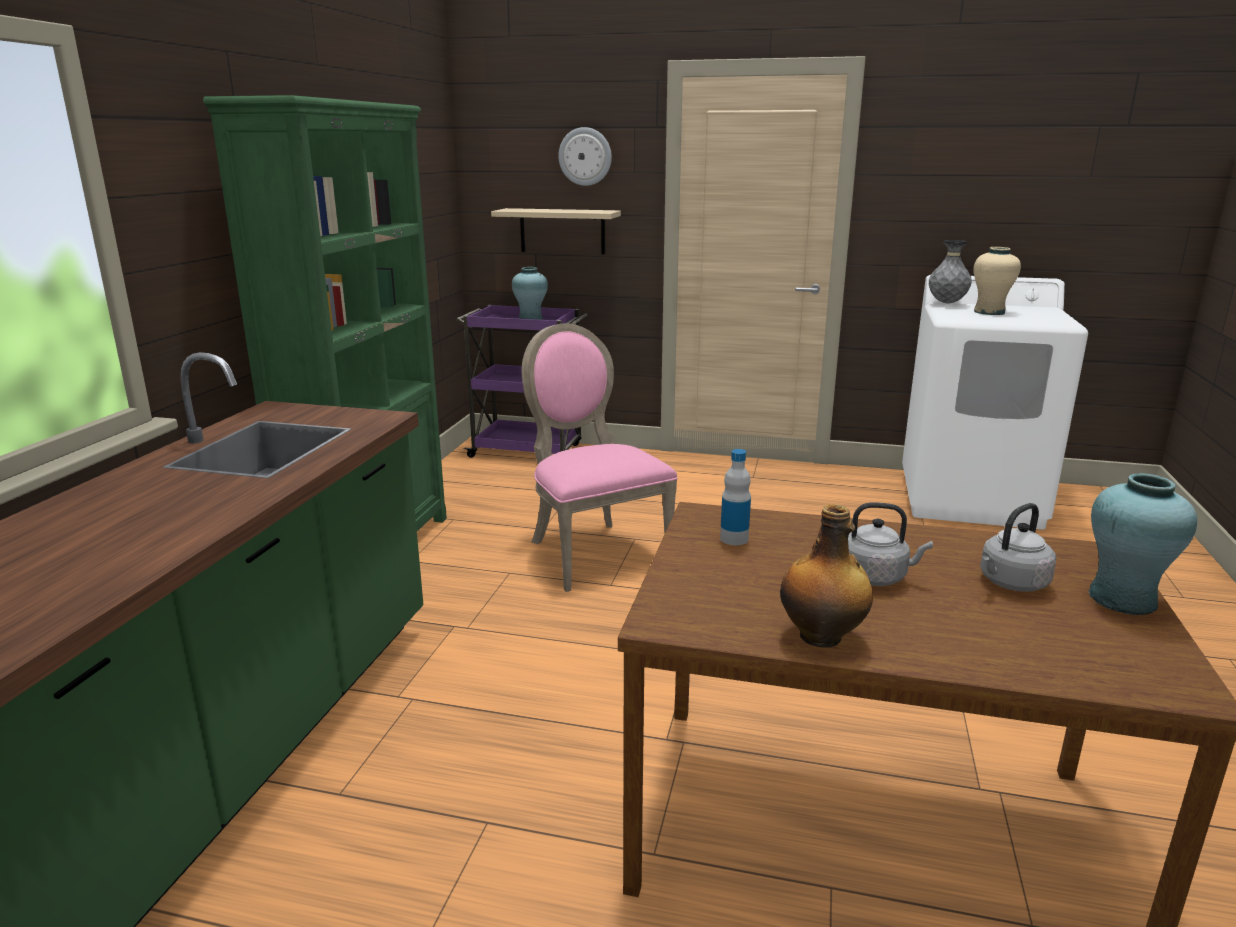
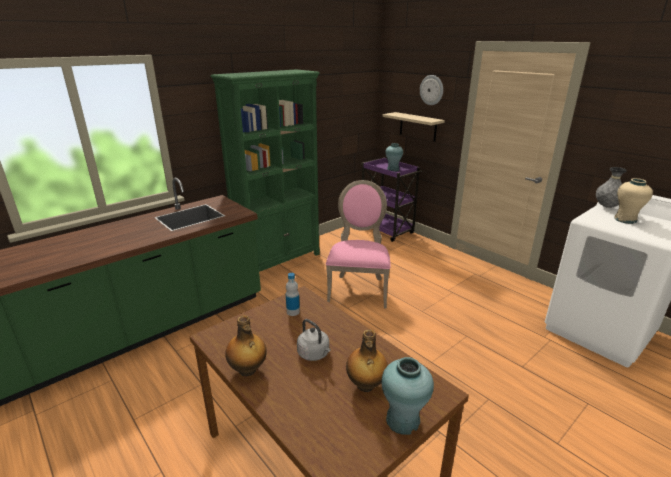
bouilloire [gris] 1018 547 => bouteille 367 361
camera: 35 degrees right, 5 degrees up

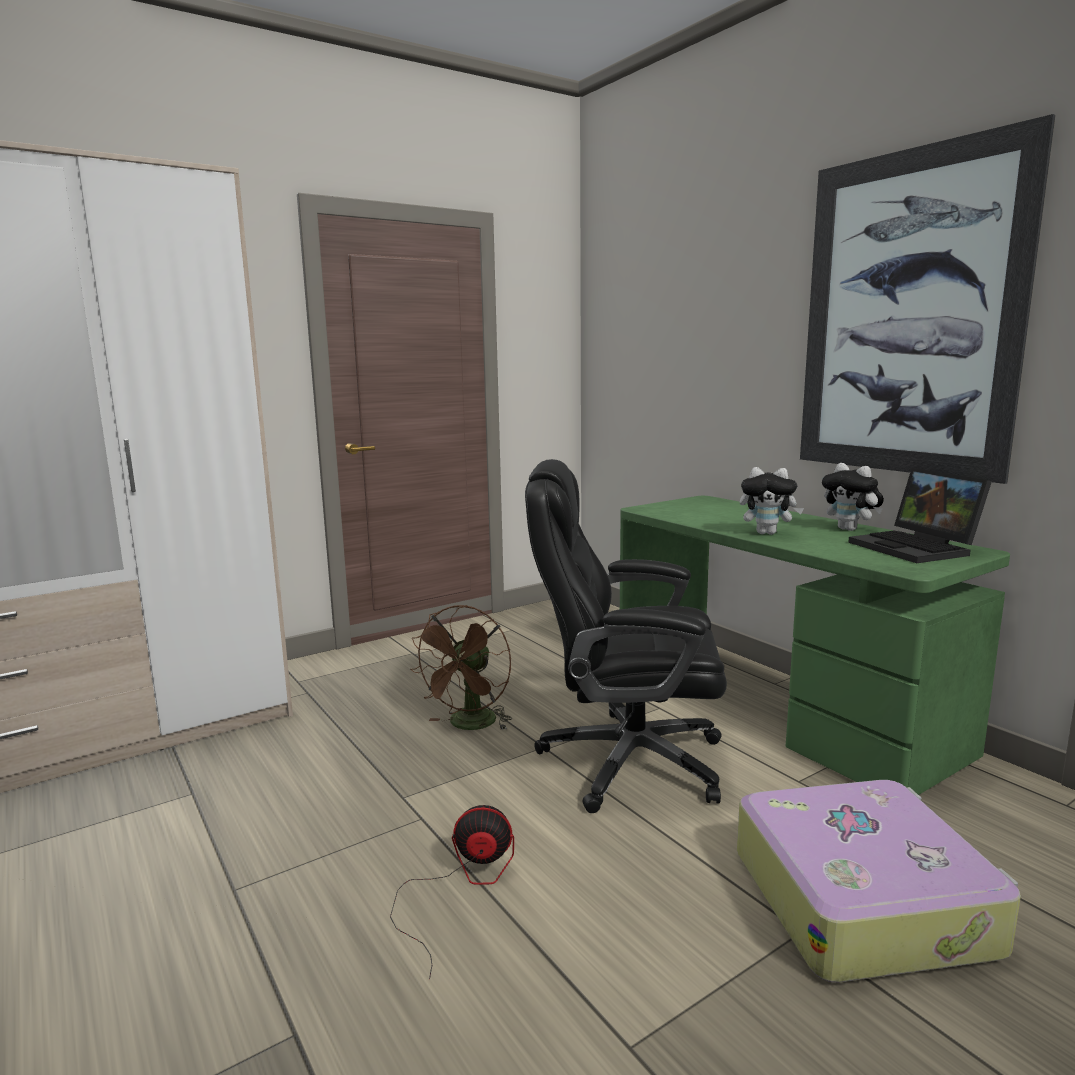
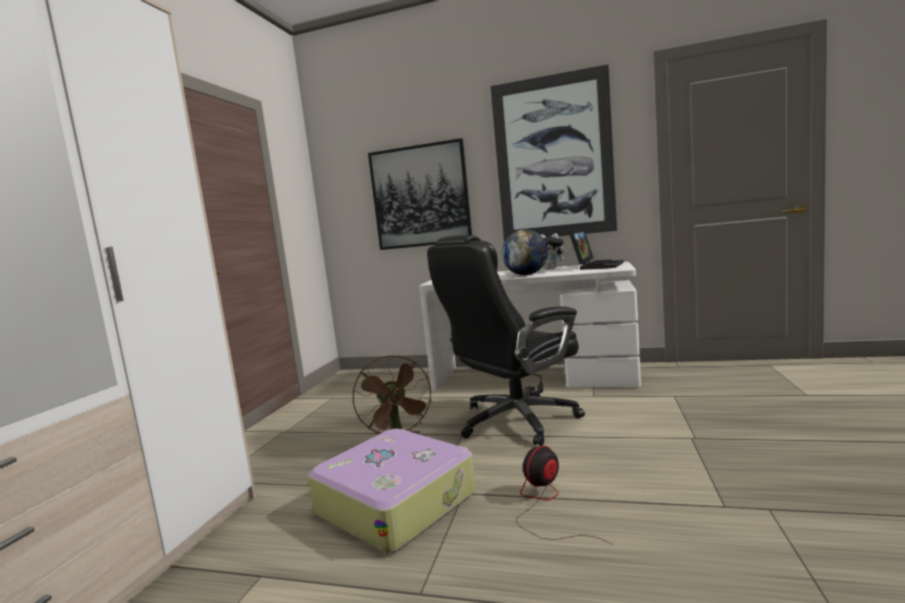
bureau [vert] 815 645 => bureau [blanc] 530 326
valise 879 881 => valise 392 491, relocated
peluche 772 501 => globe 525 252
ordinateur portable 920 515 => ordinateur portable 596 250, 90 degrees counterclockwise
nothing => tableau 420 194
camera: 40 degrees left, 5 degrees down

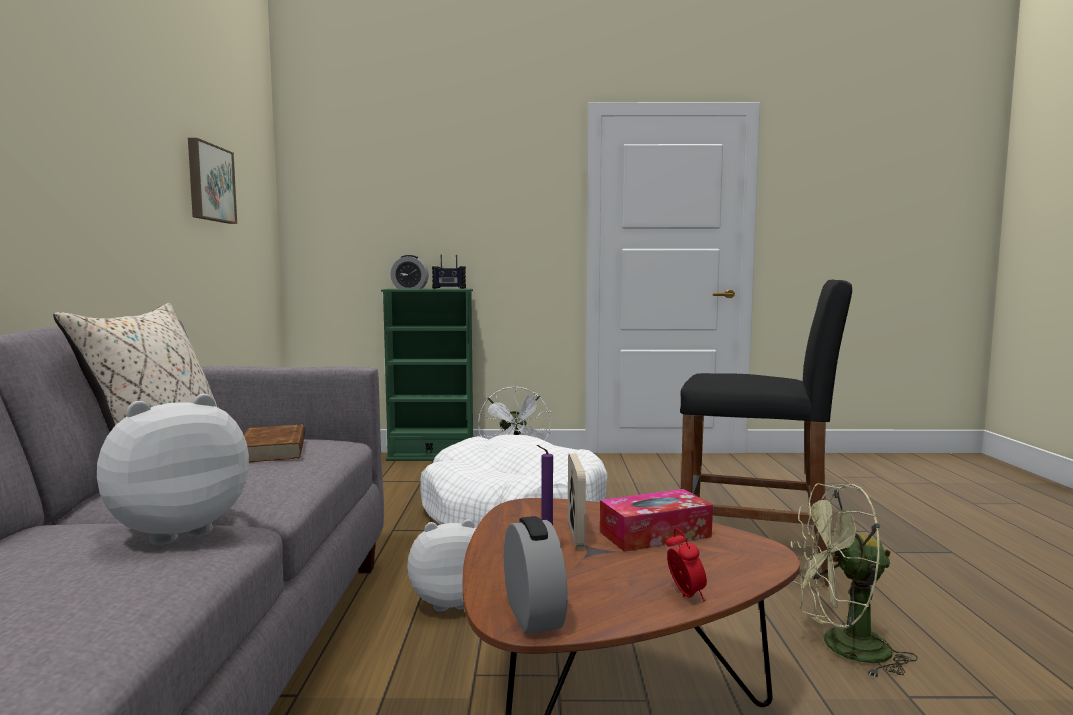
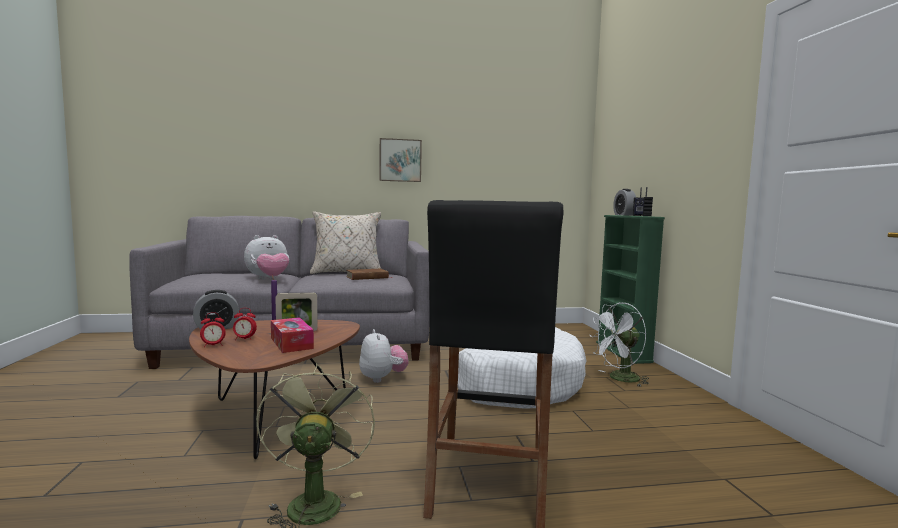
peluche 173 469 => peluche 266 257, 105 degrees clockwise
tableau 212 181 => tableau 400 160, relocated
nothing => réveil 245 324
camera: 80 degrees right, 0 degrees up

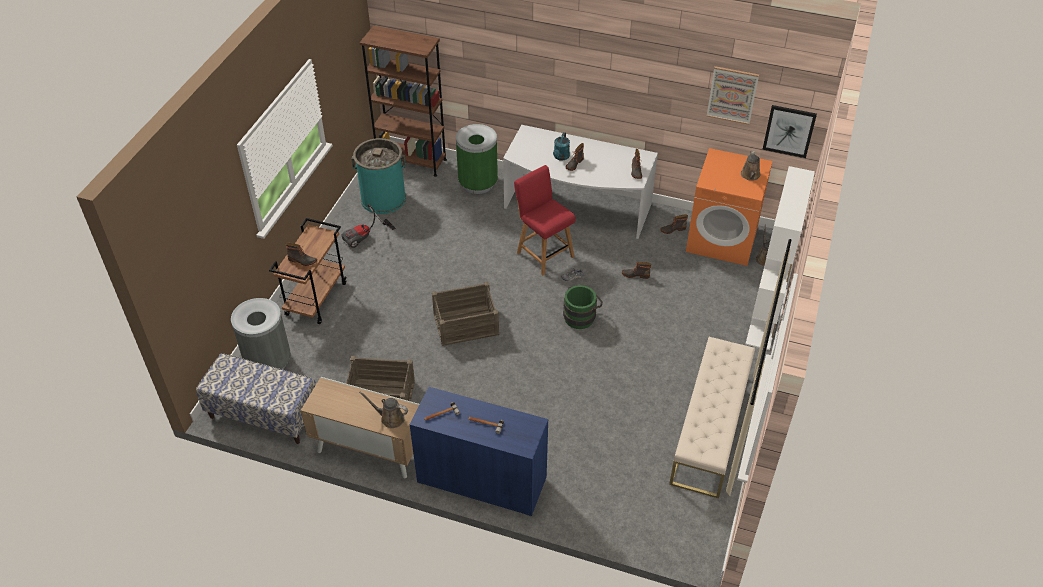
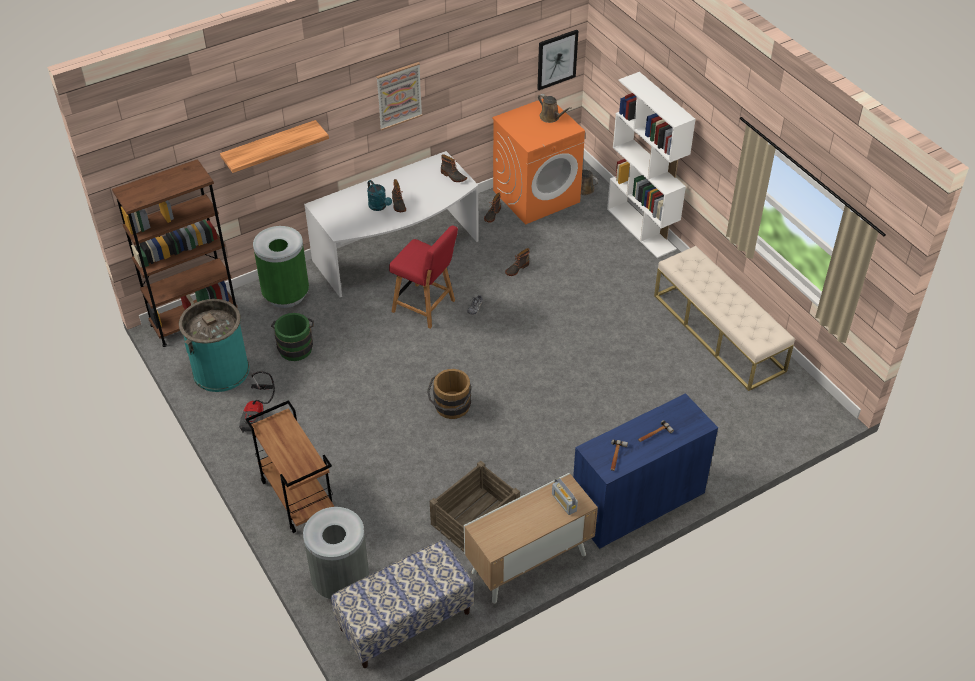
botte 301 254 => nothing
arrosoir [marron] 383 409 => radio 565 496
caisse 465 314 => seau [marron] 449 394
chaise [rouge] 544 220 => chaise [rouge] 423 277, 150 degrees counterclockwise
seau [vert] 583 307 => seau [vert] 292 337, relocated
tableau 733 95 => tableau 399 96, relocated
nothing => étagère 274 146
camera: 50 degrees left, 0 degrees up

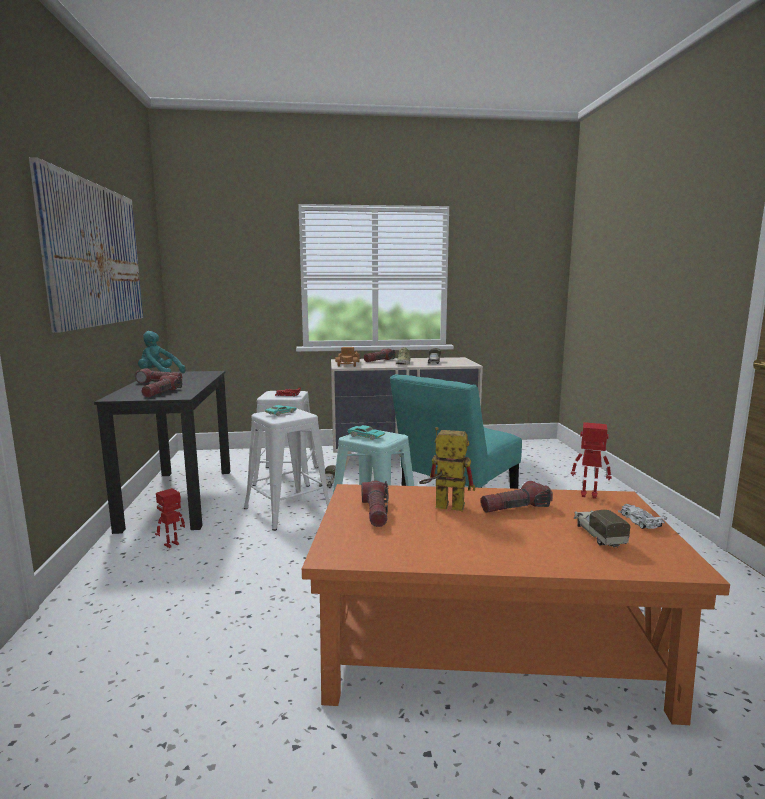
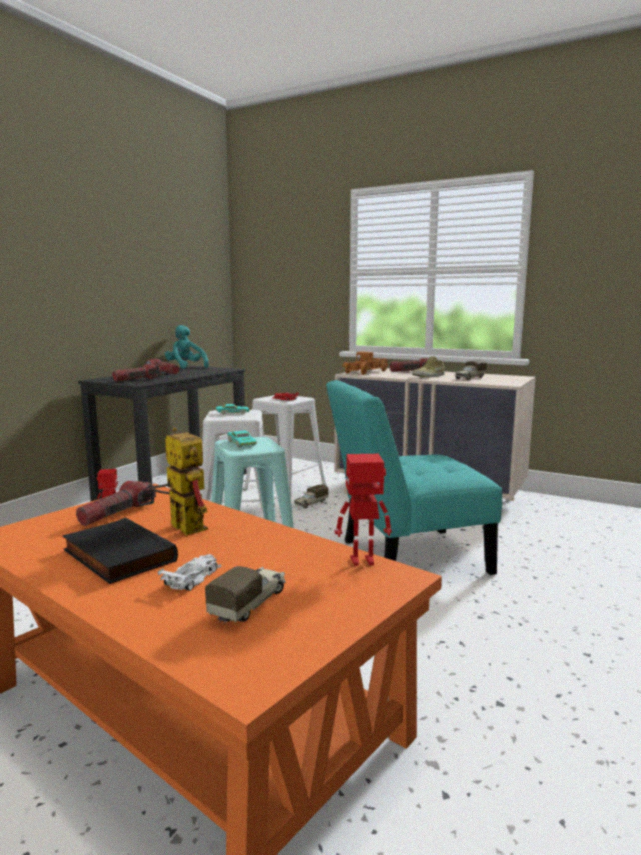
tableau 86 245 => nothing
lampe de poche 517 497 => nothing
robot jouet 591 460 => robot jouet 363 510, 60 degrees counterclockwise
petite voiture [blanc] 643 516 => petite voiture [blanc] 189 572, relocated
nothing => livre [noir] 120 551
camera: 35 degrees right, 0 degrees up

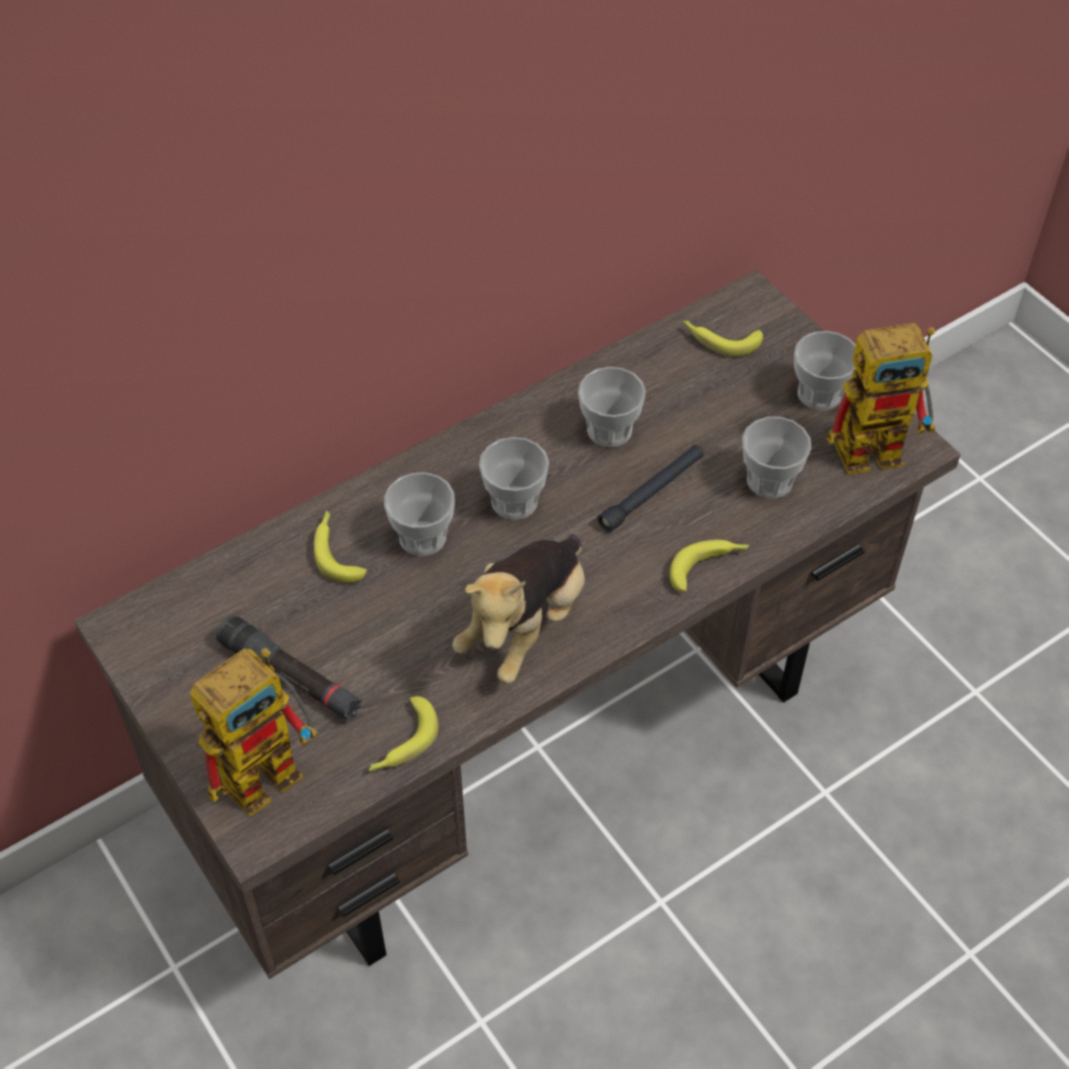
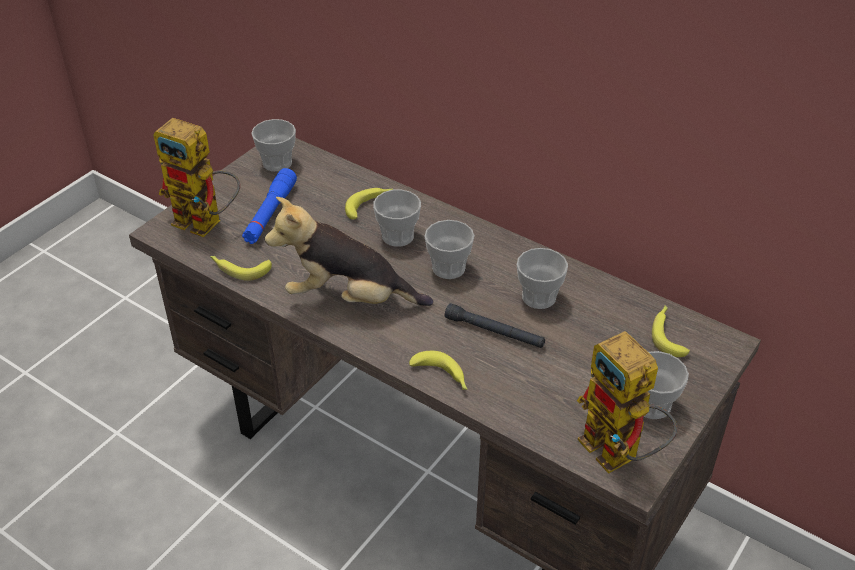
lampe de poche [noir] 289 668 => lampe de poche [bleu] 269 206
tasse 776 457 => tasse 273 145, relocated
camera: 70 degrees right, 10 degrees down

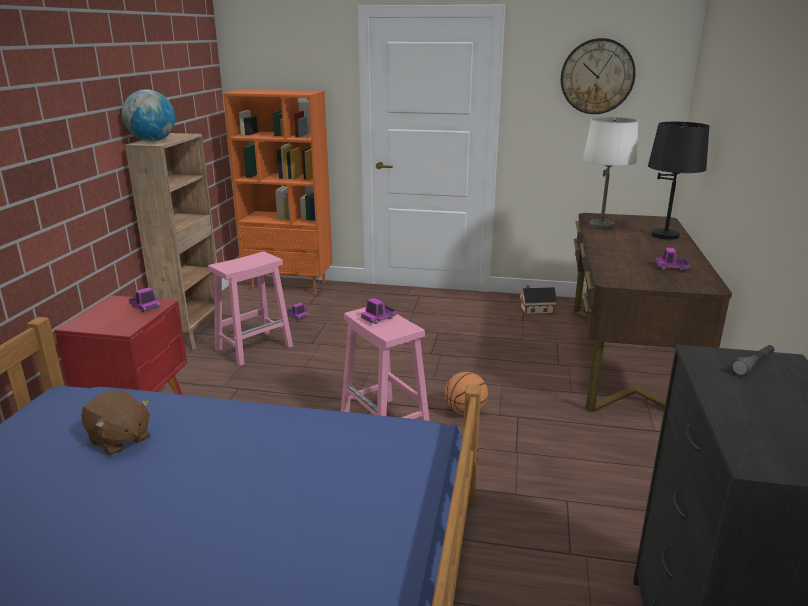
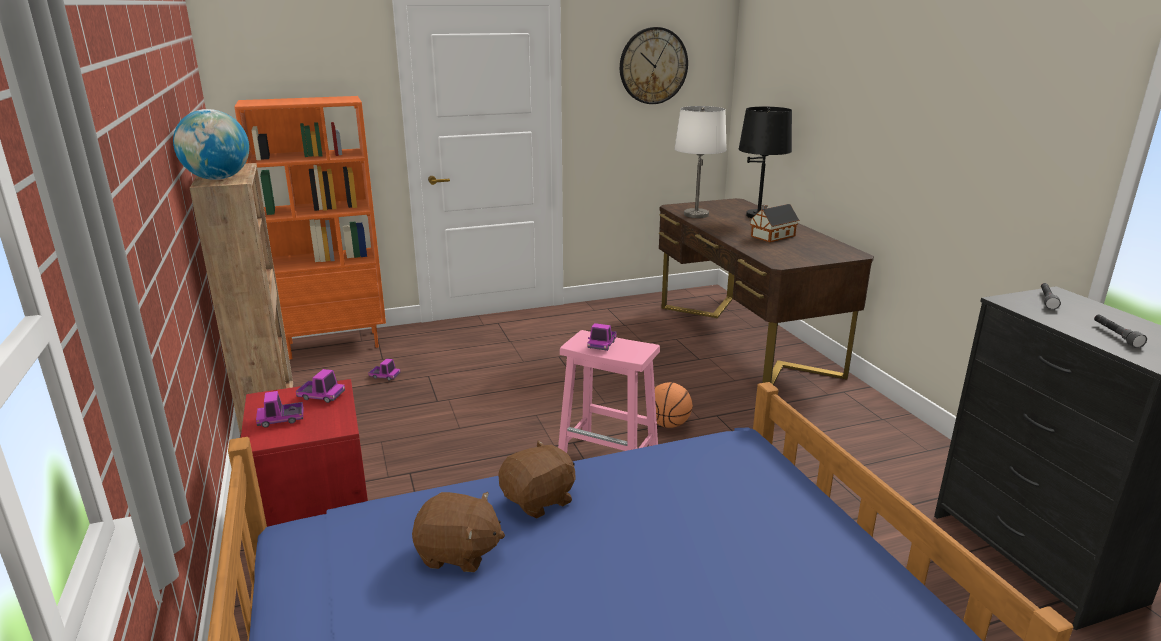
tabouret [rose] 250 308 => nothing
maison miniature 538 300 => maison miniature 774 223, relocated
camion jouet 673 259 => camion jouet 279 409, relocated
nothing => peluche [marron] 537 479
nothing => lampe de poche [gris] 1120 331
camera: 30 degrees left, 0 degrees up

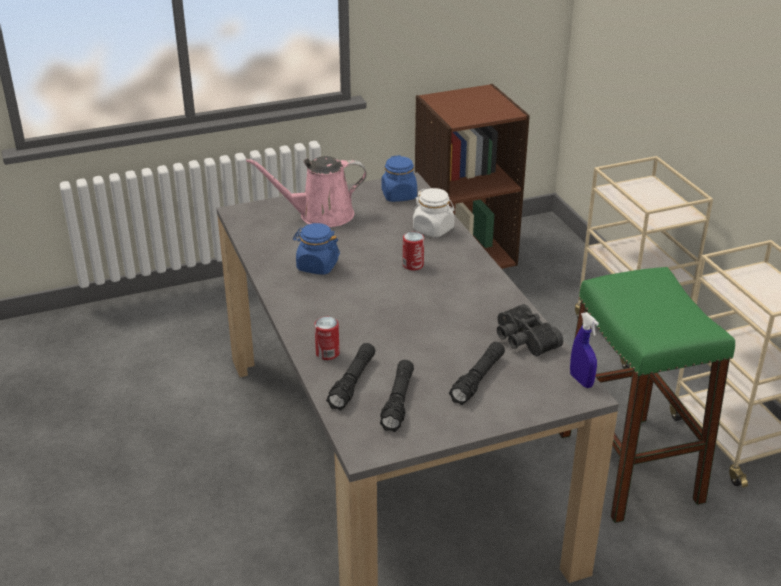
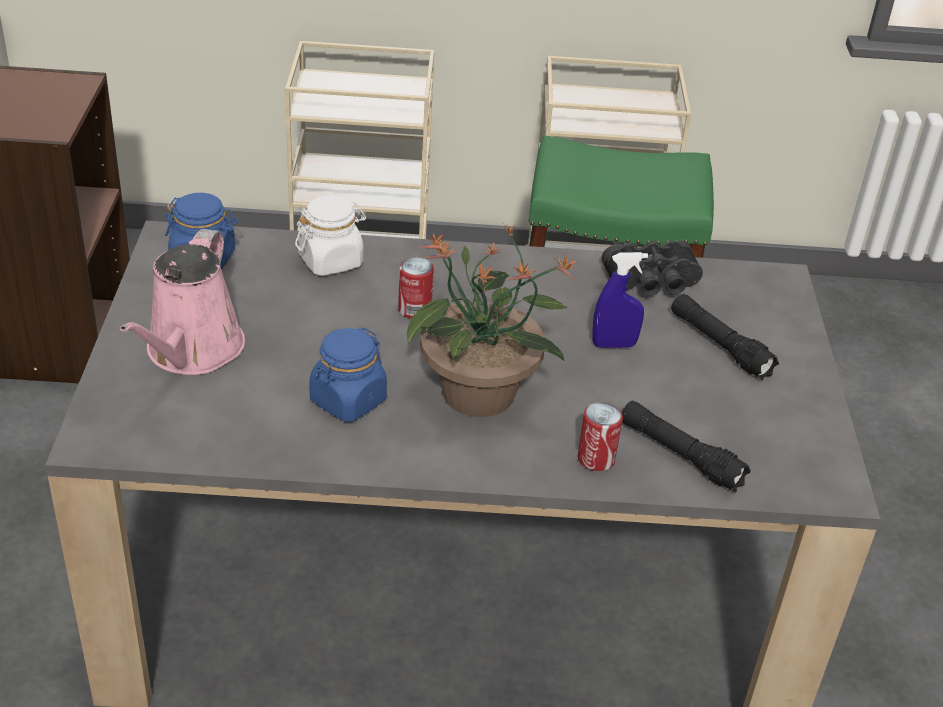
lampe de poche [noir] 397 396 => nothing
vaporisateur [bleu] 584 350 => vaporisateur [bleu] 620 300, relocated
nothing => plante en pot 492 320
camera: 70 degrees left, 5 degrees up

